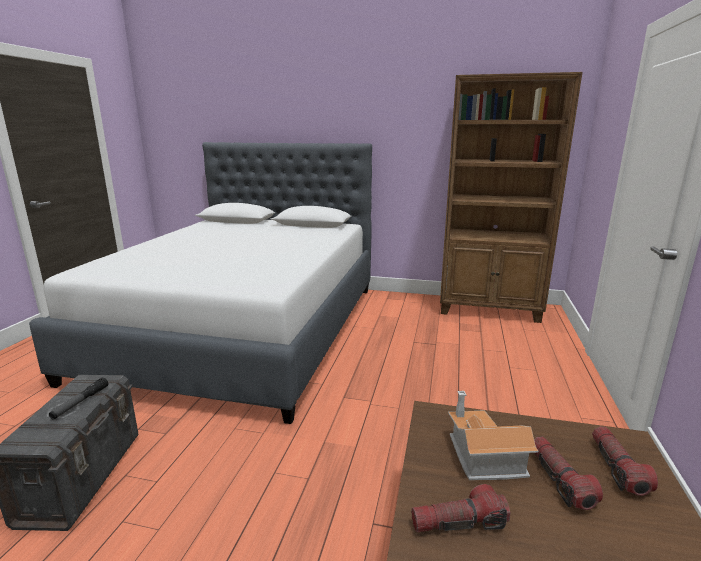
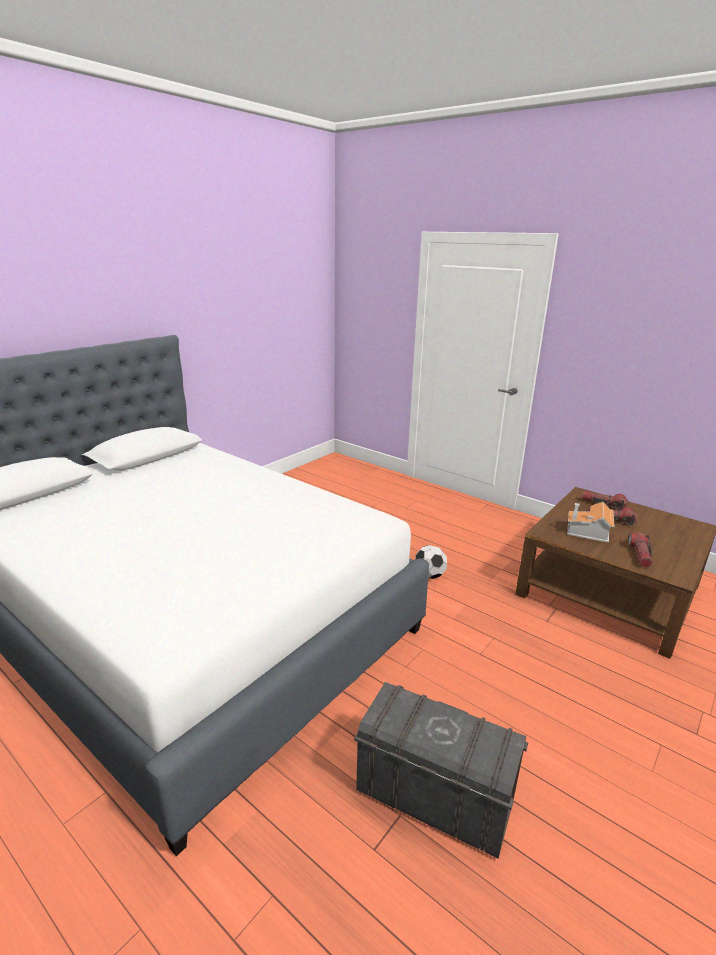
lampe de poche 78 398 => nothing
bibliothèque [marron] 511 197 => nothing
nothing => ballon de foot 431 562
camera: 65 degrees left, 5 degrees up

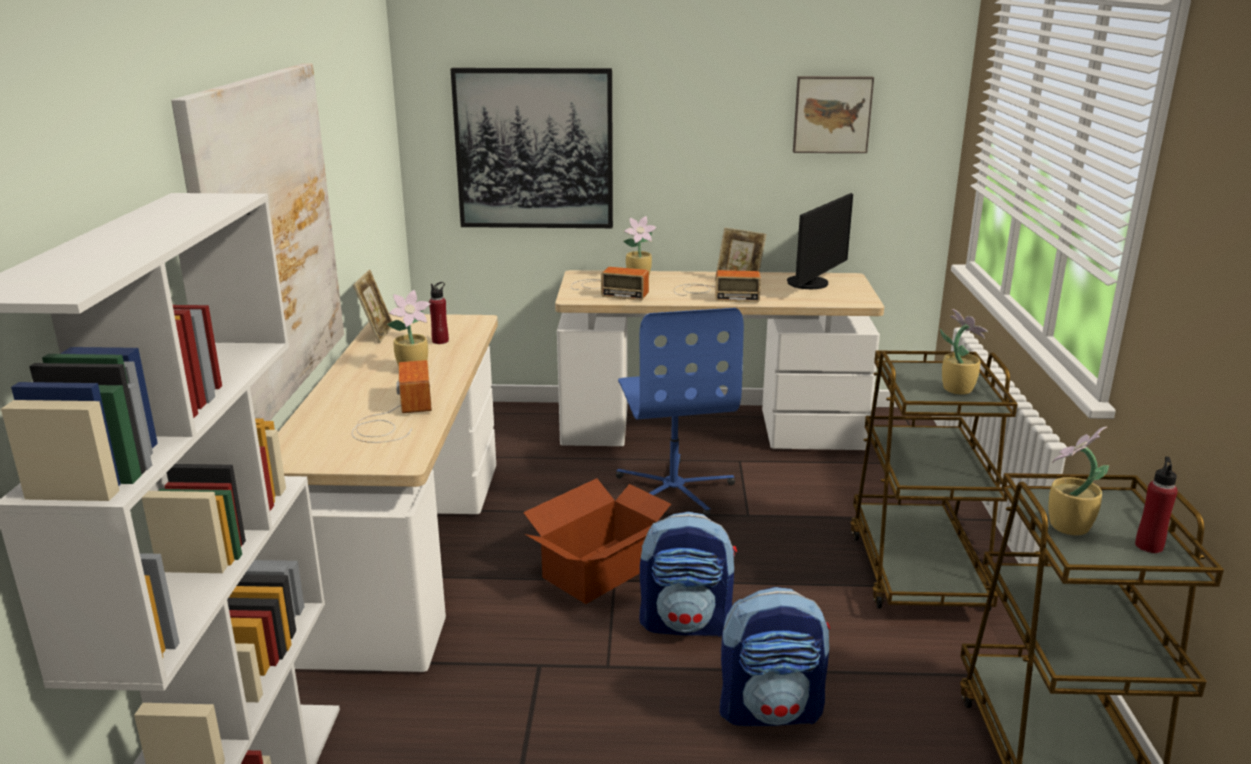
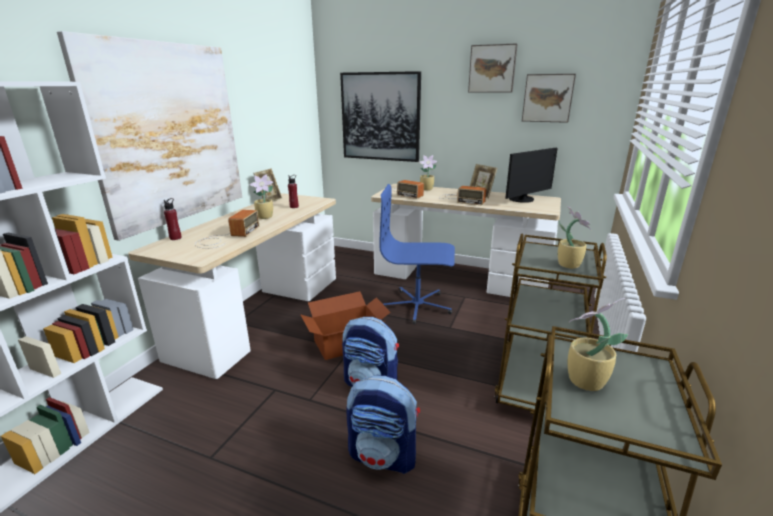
chaise de bureau [bleu] 680 412 => chaise de bureau [bleu] 417 254, 90 degrees clockwise
bouteille [rouge] 1156 505 => bouteille [rouge] 173 219, relocated
nothing => tableau 493 68
camera: 20 degrees right, 0 degrees up

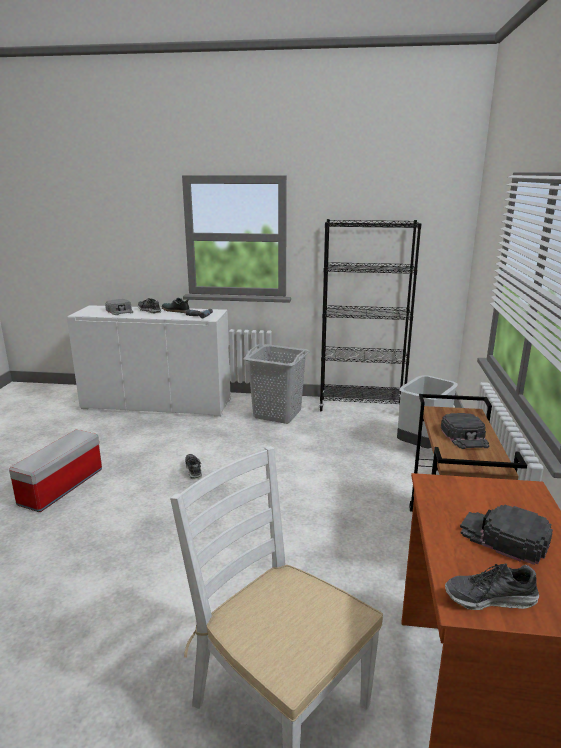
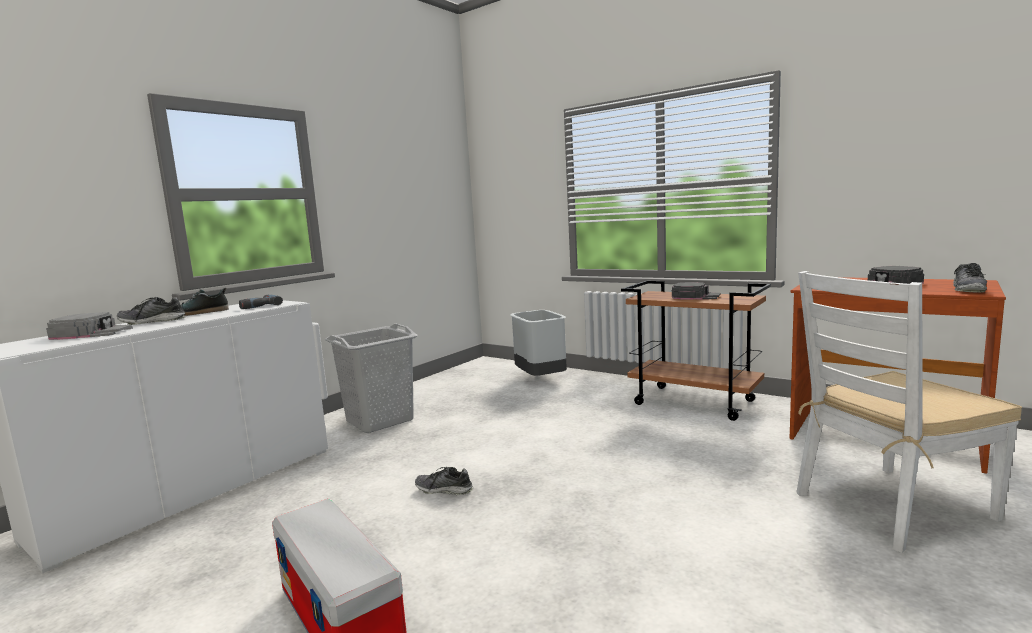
bibliothèque [noir] 370 315 => nothing
camera: 60 degrees left, 10 degrees down

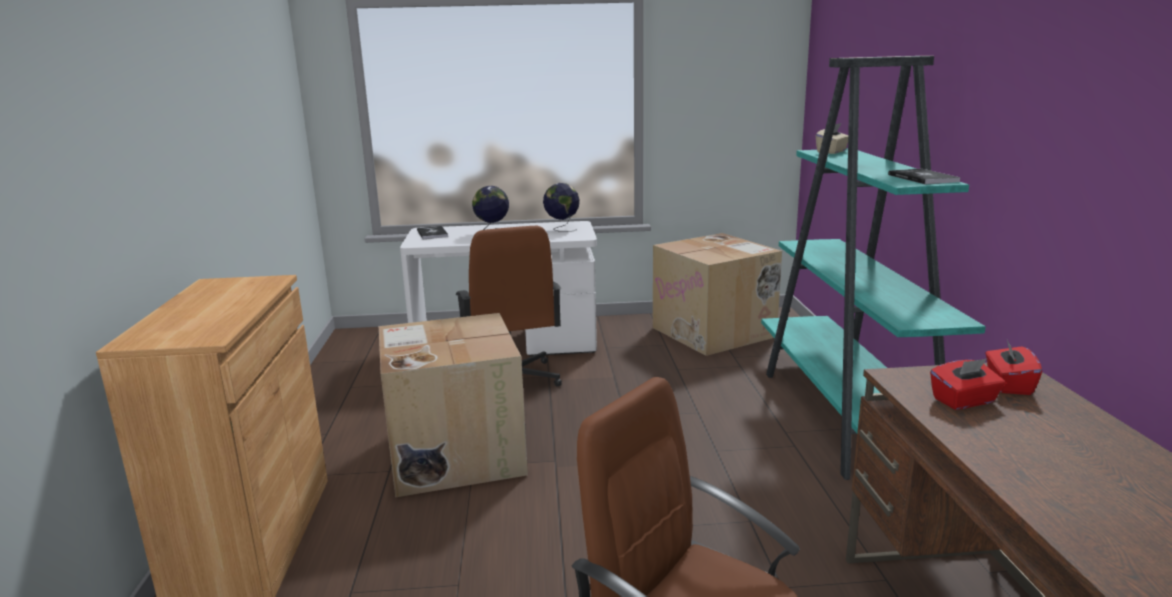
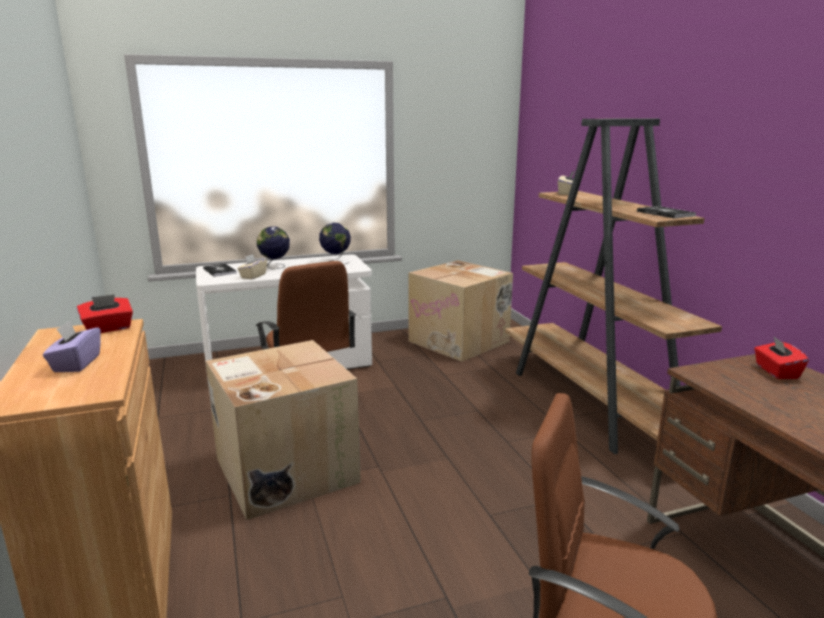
bibliothèque [turquoise] 873 268 => bibliothèque [marron] 613 286
boîte à mouchoirs [rouge] 967 384 => boîte à mouchoirs [rouge] 105 313, relocated
nothing => boîte à mouchoirs [violet] 72 346
nothing => boîte à mouchoirs [beige] 252 266
camera: 15 degrees left, 0 degrees up

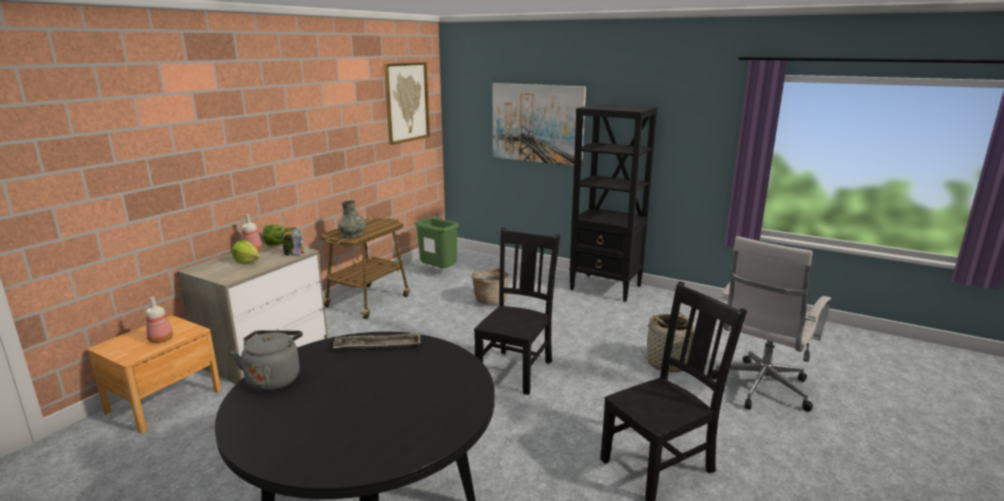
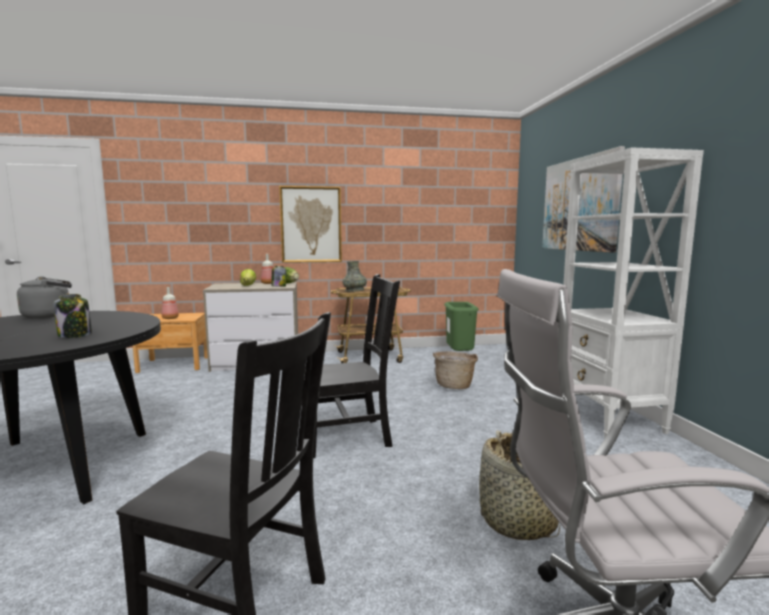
plateau 376 341 => nothing
tableau 407 103 => tableau 310 224, relocated
bibliothèque [noir] 613 203 => bibliothèque [blanc] 633 292
nothing => bocal 73 316
camera: 50 degrees right, 10 degrees down

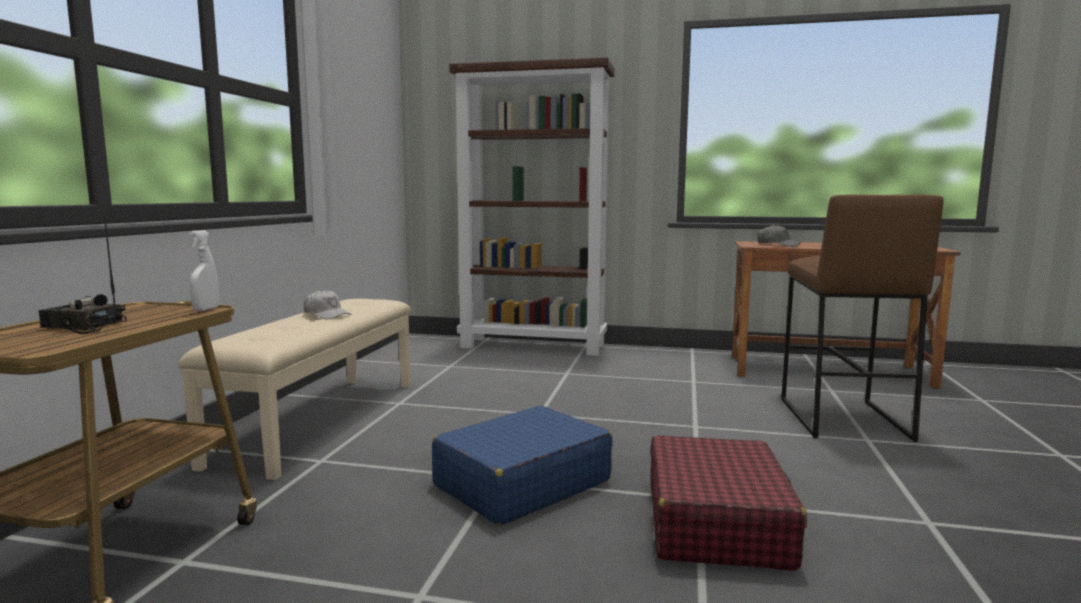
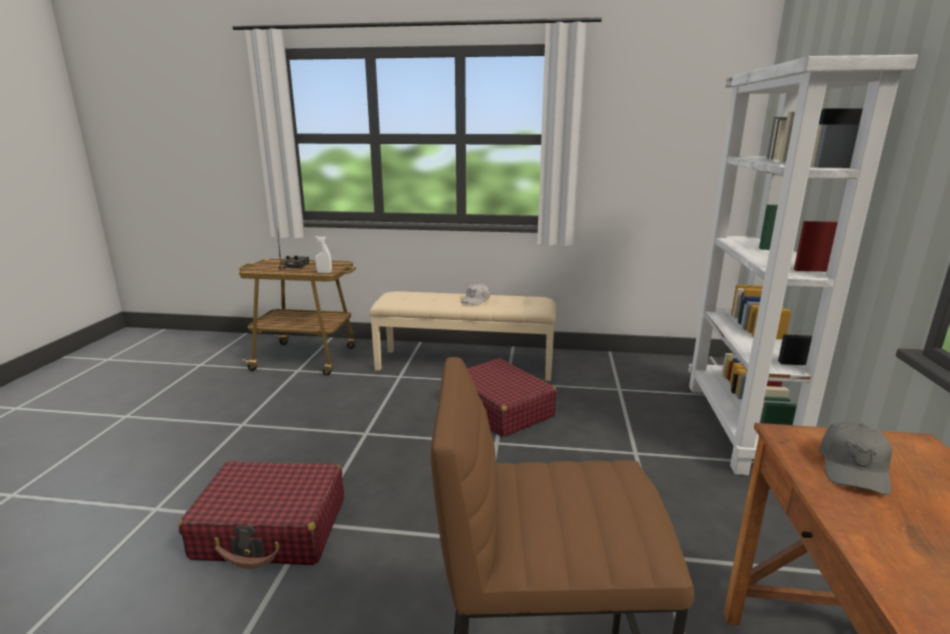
valise [bleu] 522 465 => nothing
bibliothèque [marron] 532 206 => bibliothèque [blanc] 803 265
nothing => valise [rouge] 512 398
camera: 85 degrees right, 10 degrees up

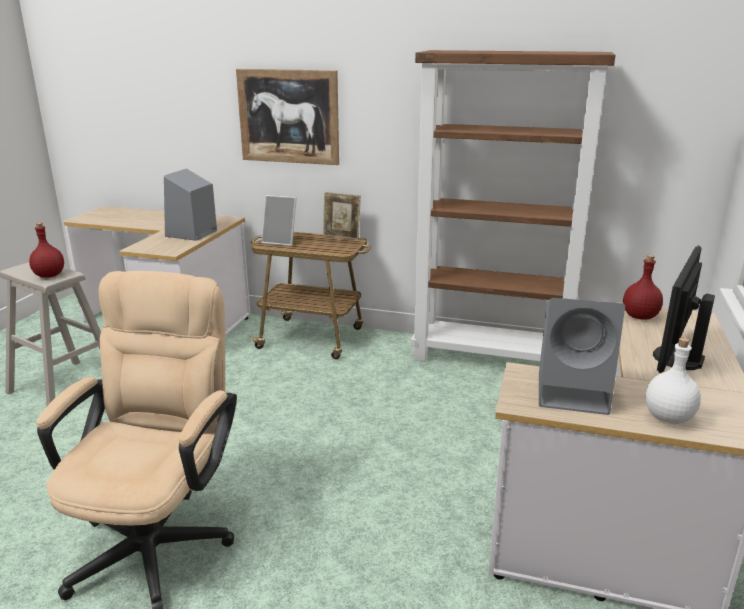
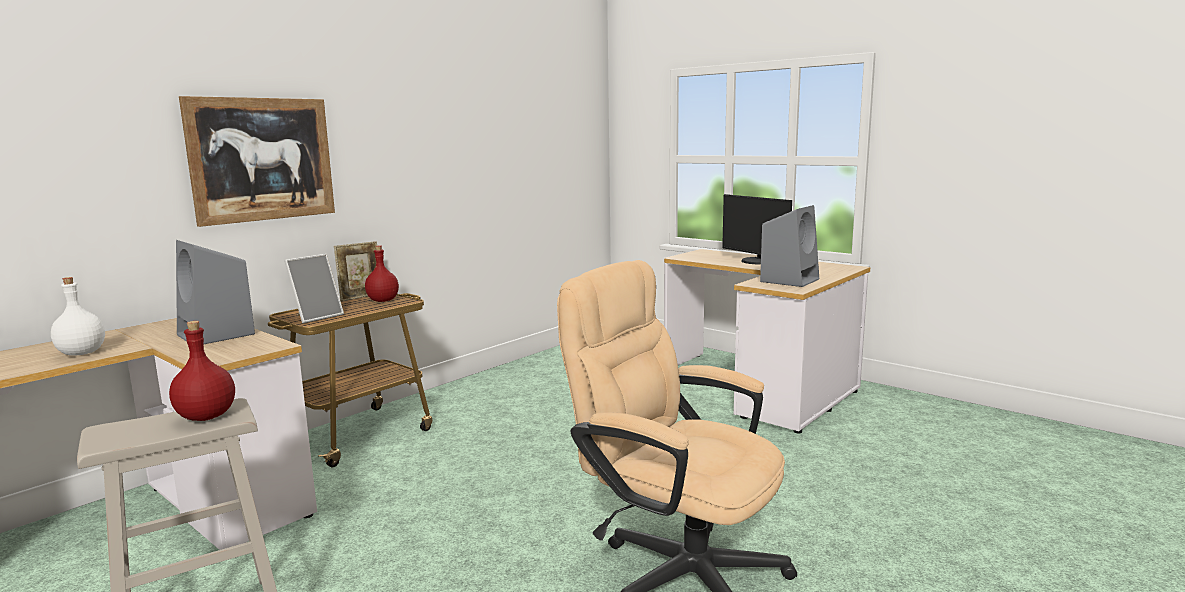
bibliothèque [marron] 513 206 => nothing
bouteille [rouge] 643 287 => bouteille [rouge] 382 273, relocated
bouteille [blanc] 673 381 => bouteille [blanc] 78 316, relocated
camera: 65 degrees left, 10 degrees down

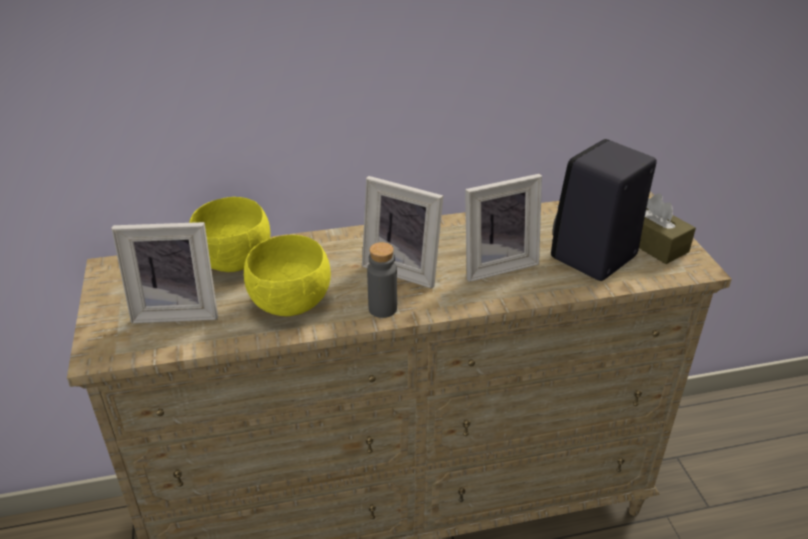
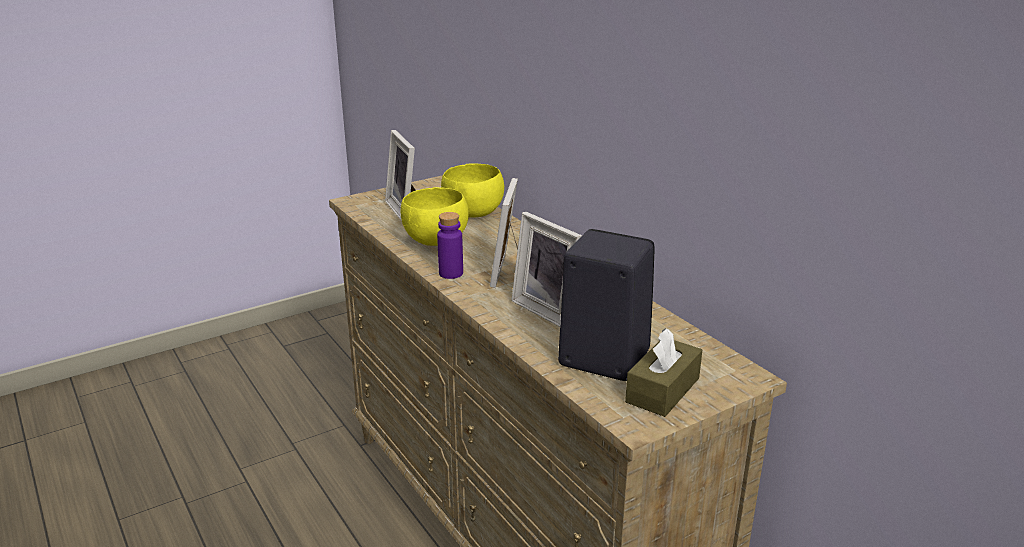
bouteille [gris] 382 280 => bouteille [violet] 450 245
camera: 70 degrees right, 10 degrees down

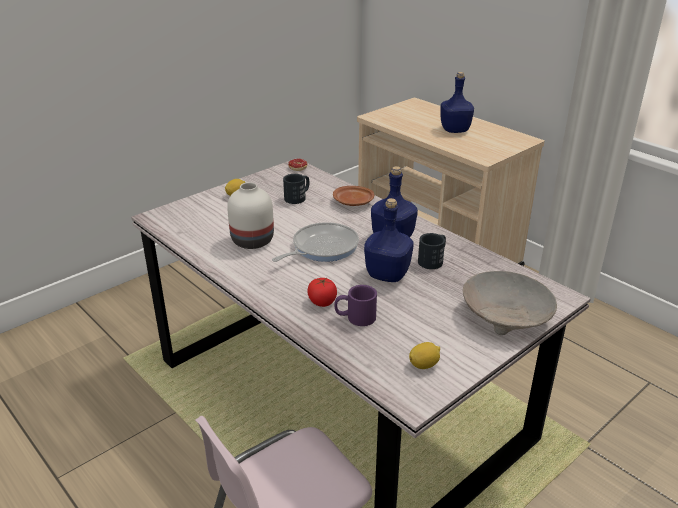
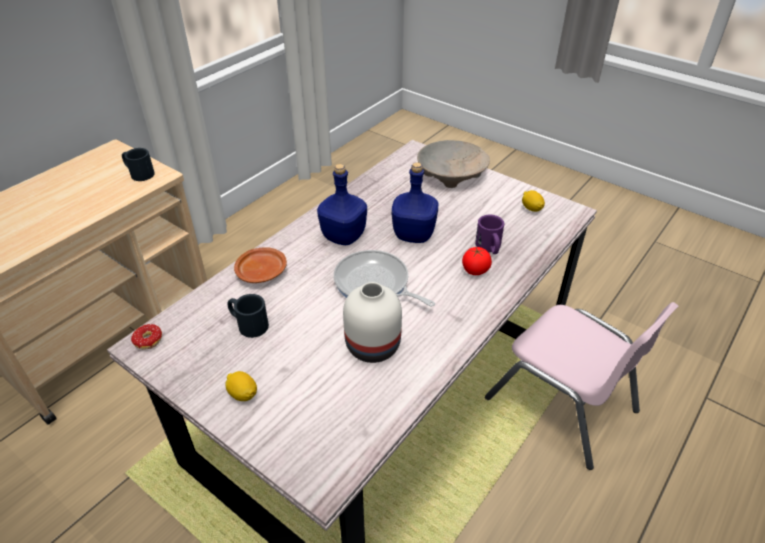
mug [noir] 432 251 => mug [noir] 138 164, relocated
bouteille [bleu] 457 102 => nothing
camera: 100 degrees left, 10 degrees up

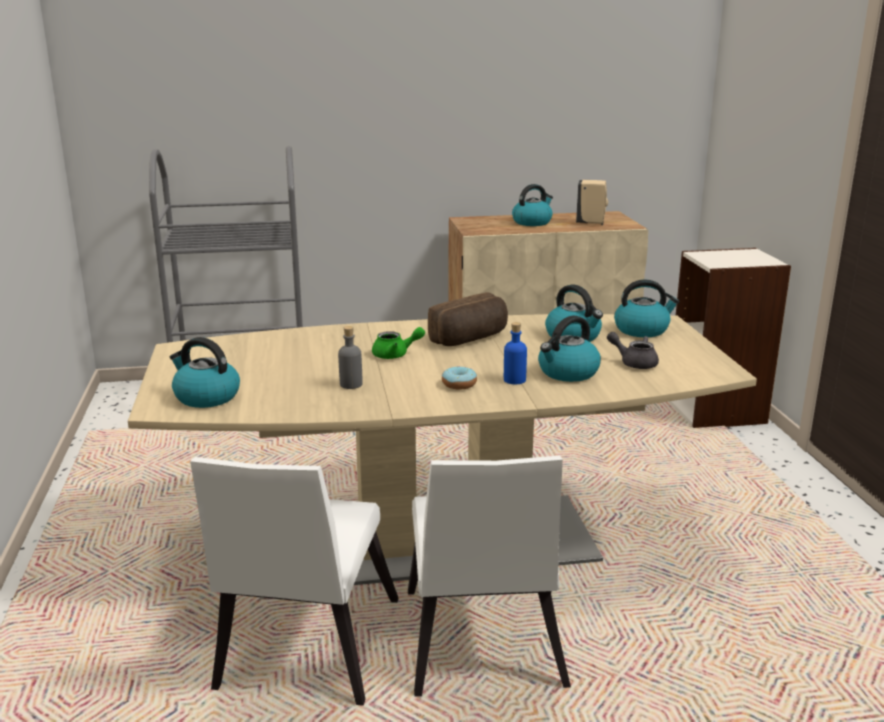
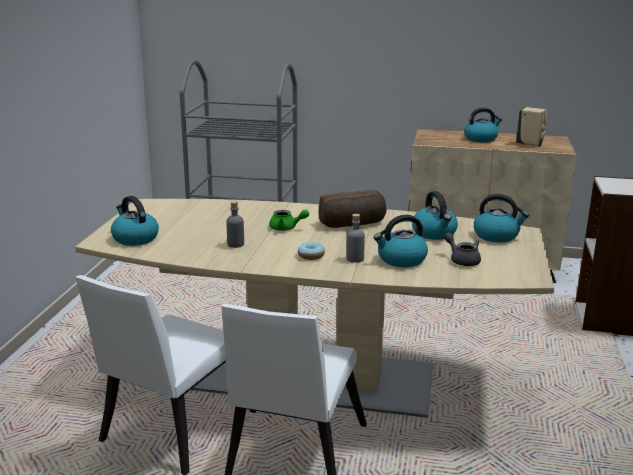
bouteille [bleu] 515 353 => bouteille [gris] 355 238
camera: 20 degrees right, 0 degrees up

